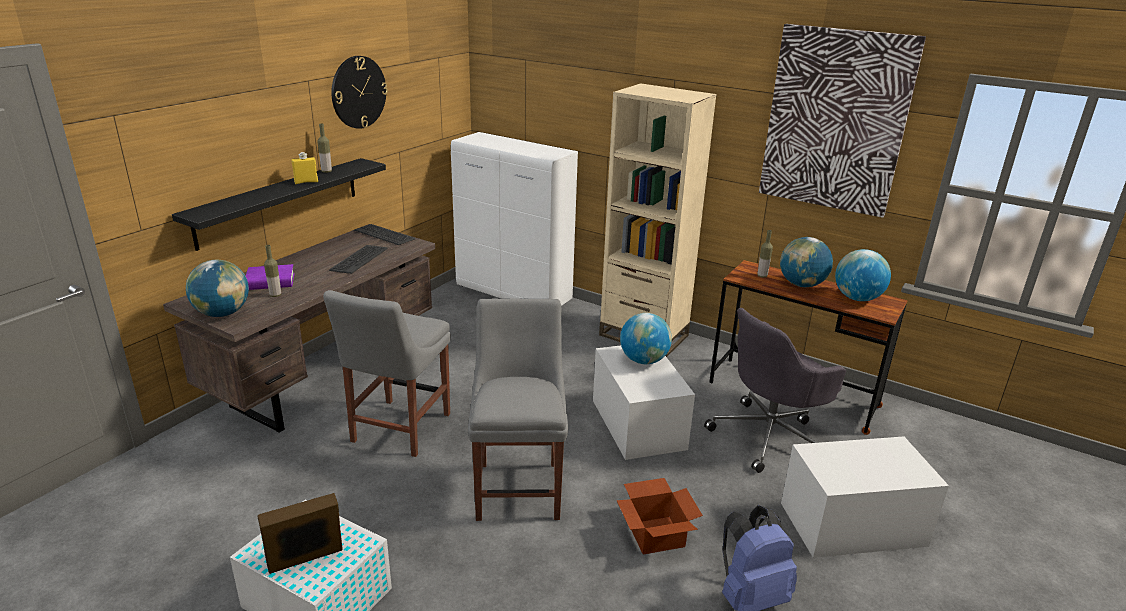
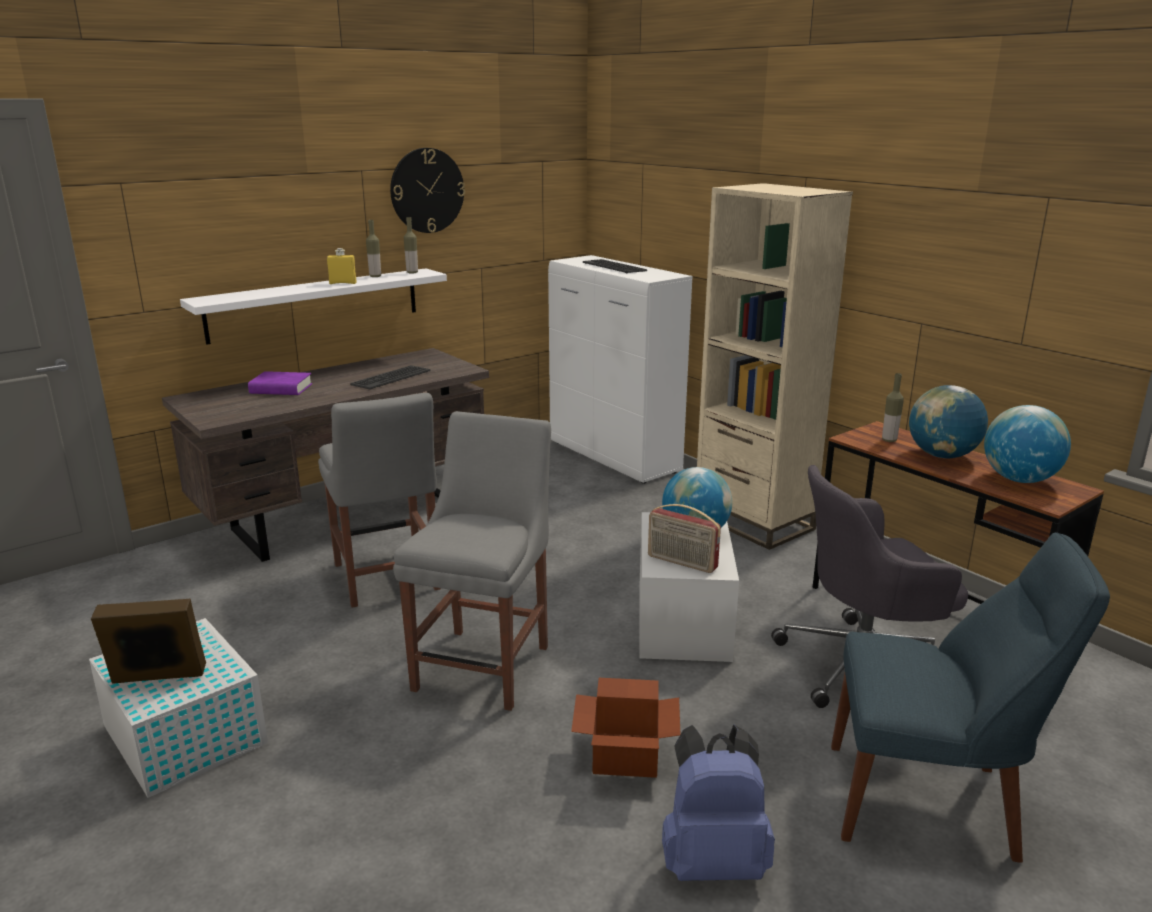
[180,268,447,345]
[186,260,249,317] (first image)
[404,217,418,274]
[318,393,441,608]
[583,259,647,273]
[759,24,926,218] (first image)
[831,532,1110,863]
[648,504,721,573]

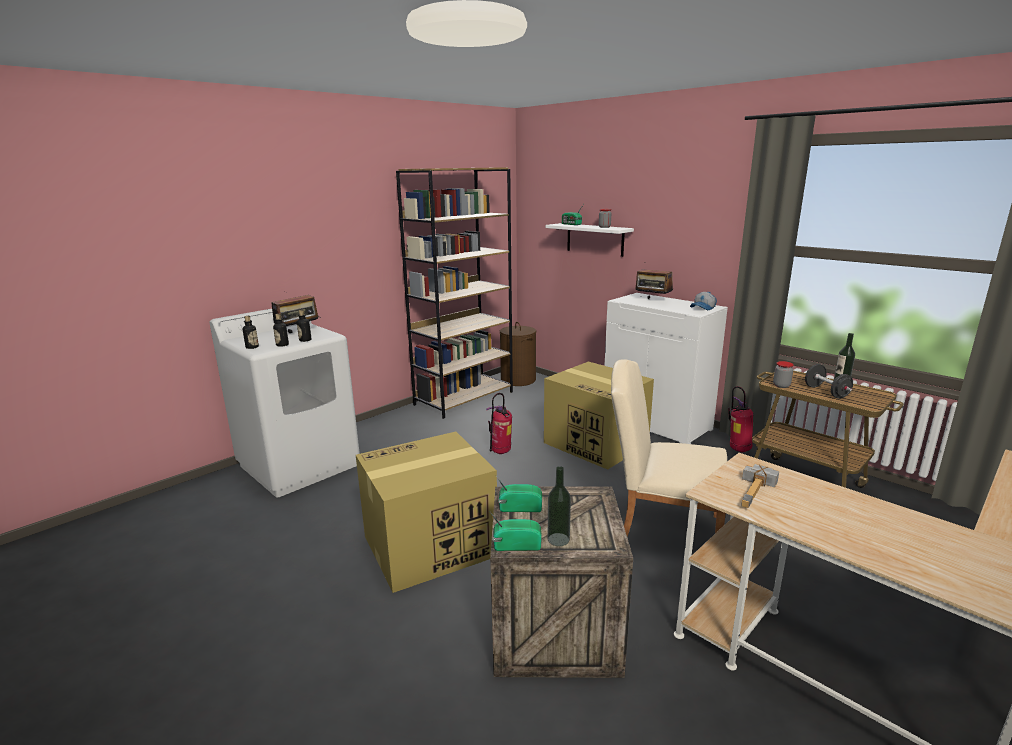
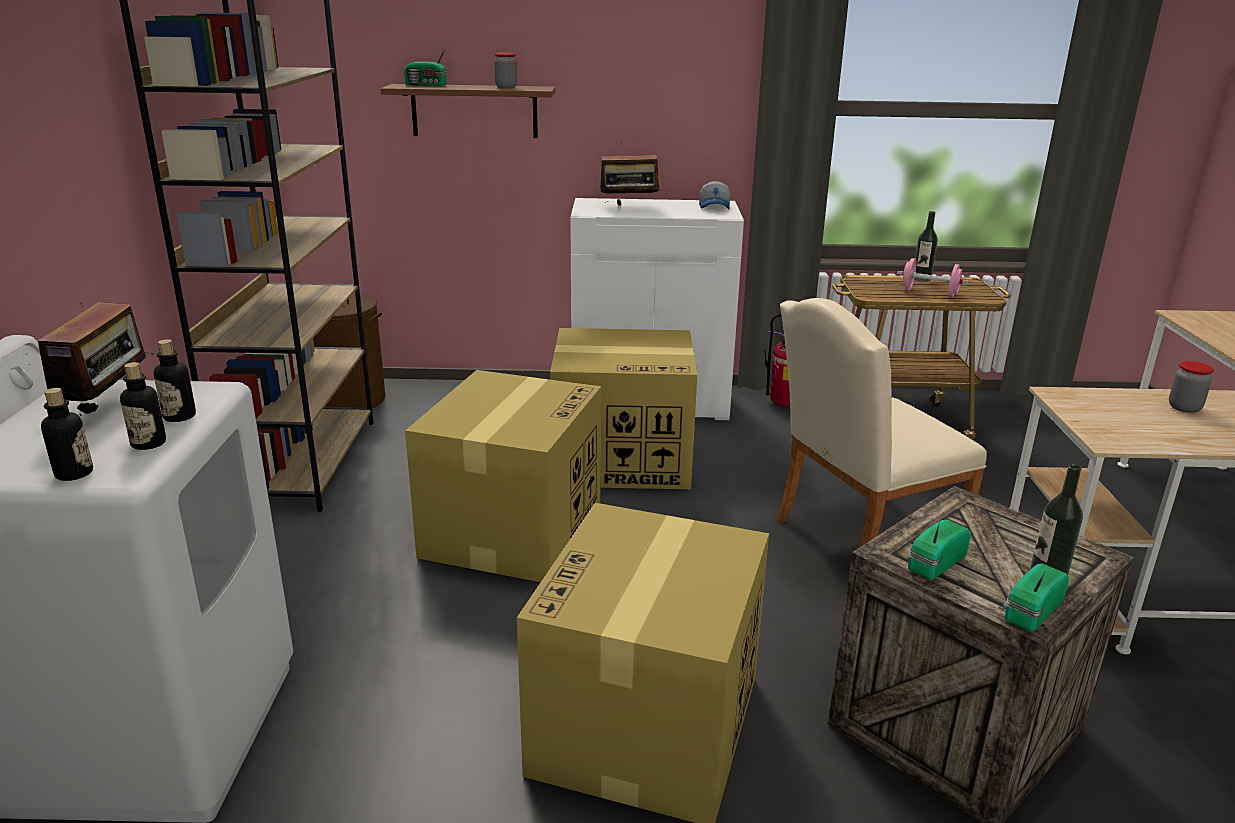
[405,370,601,582]
[381,84,556,138]
[741,464,779,508] (first image)
[1169,361,1214,413]
[897,258,969,297]

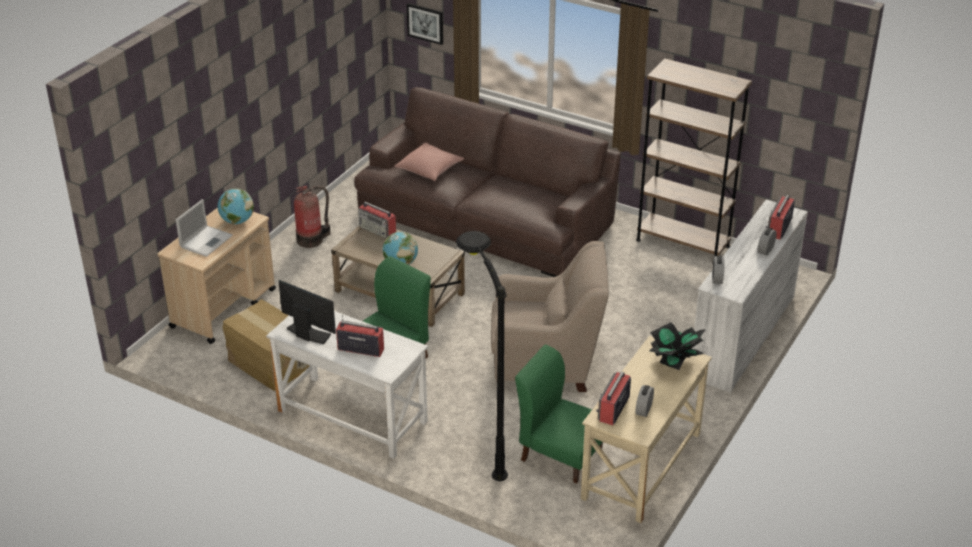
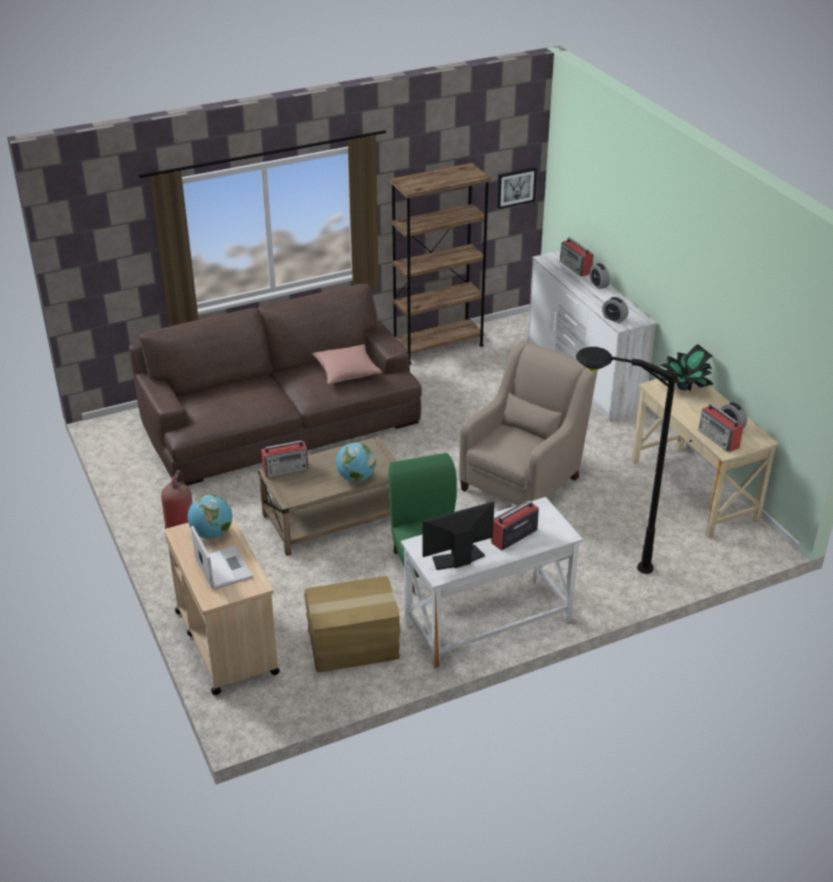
[312,344,382,385]
[497,167,537,209]
[515,345,603,484] (first image)

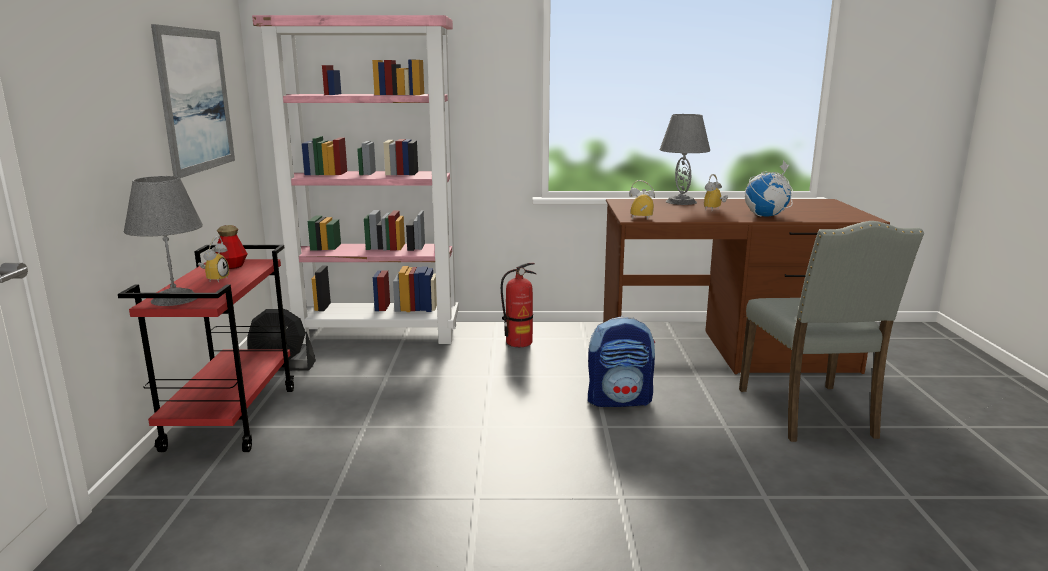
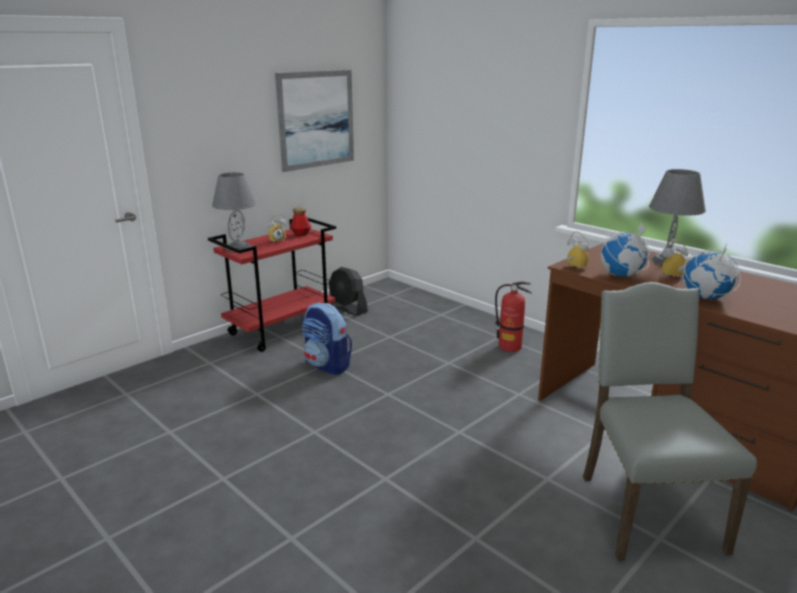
[252,15,459,344] (first image)
[302,302,352,375]
[583,282,757,561]
[600,223,650,277]

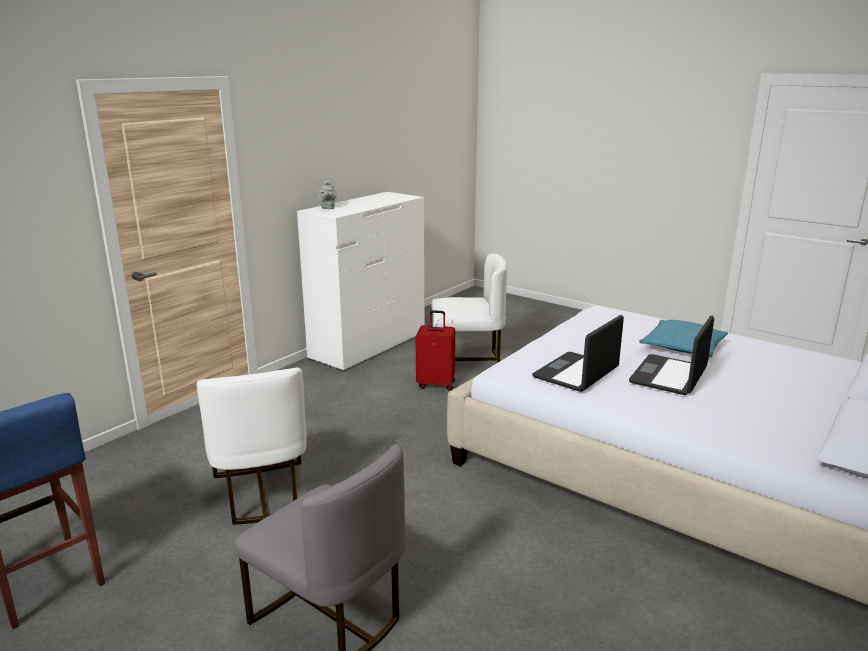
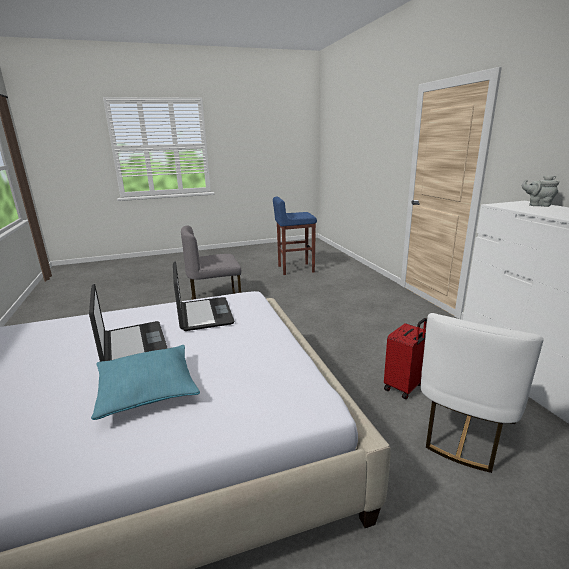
[196,367,307,525] (first image)

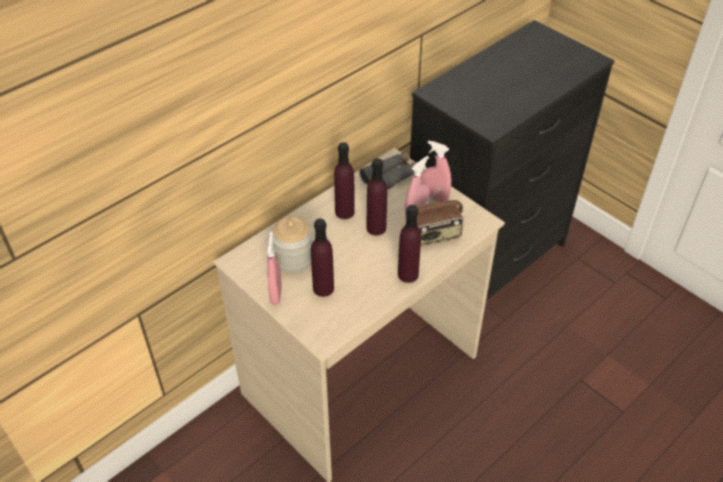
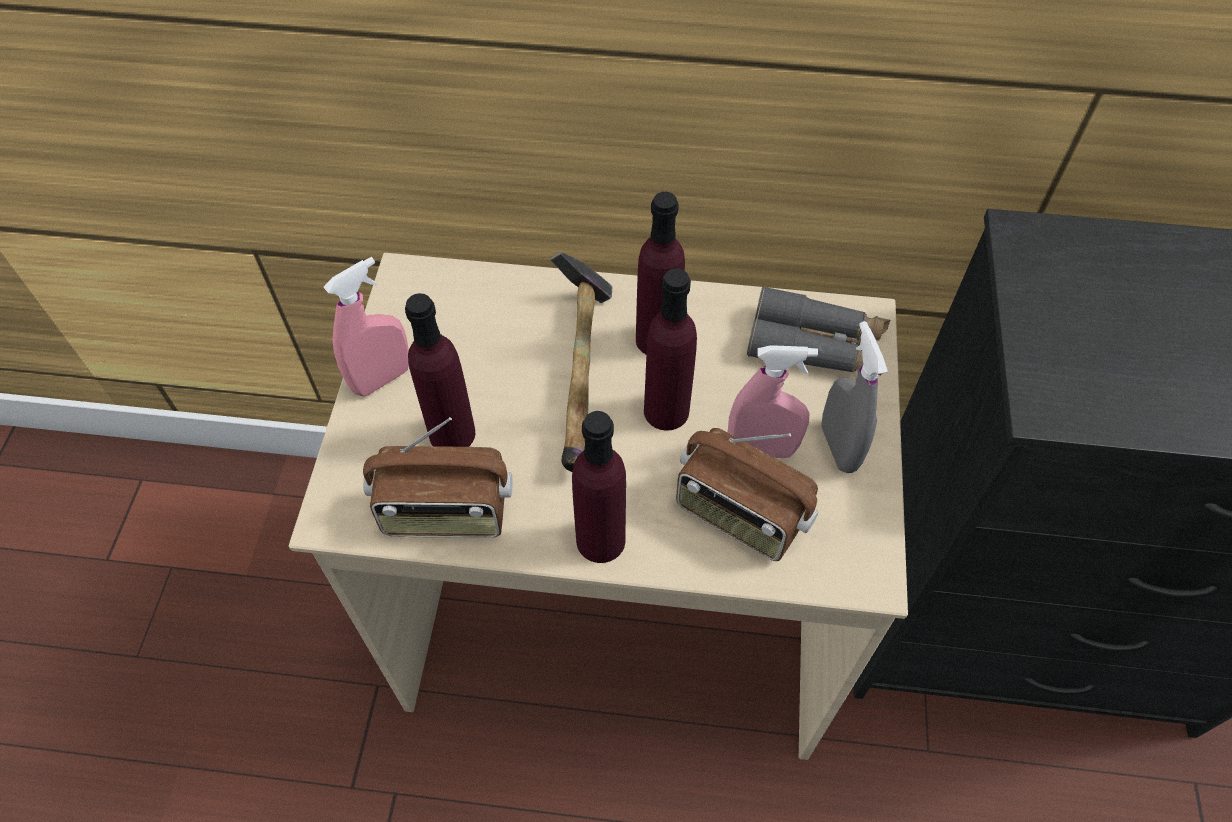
[272,216,312,273] (first image)
[822,321,888,473]
[363,417,513,538]
[550,252,613,472]

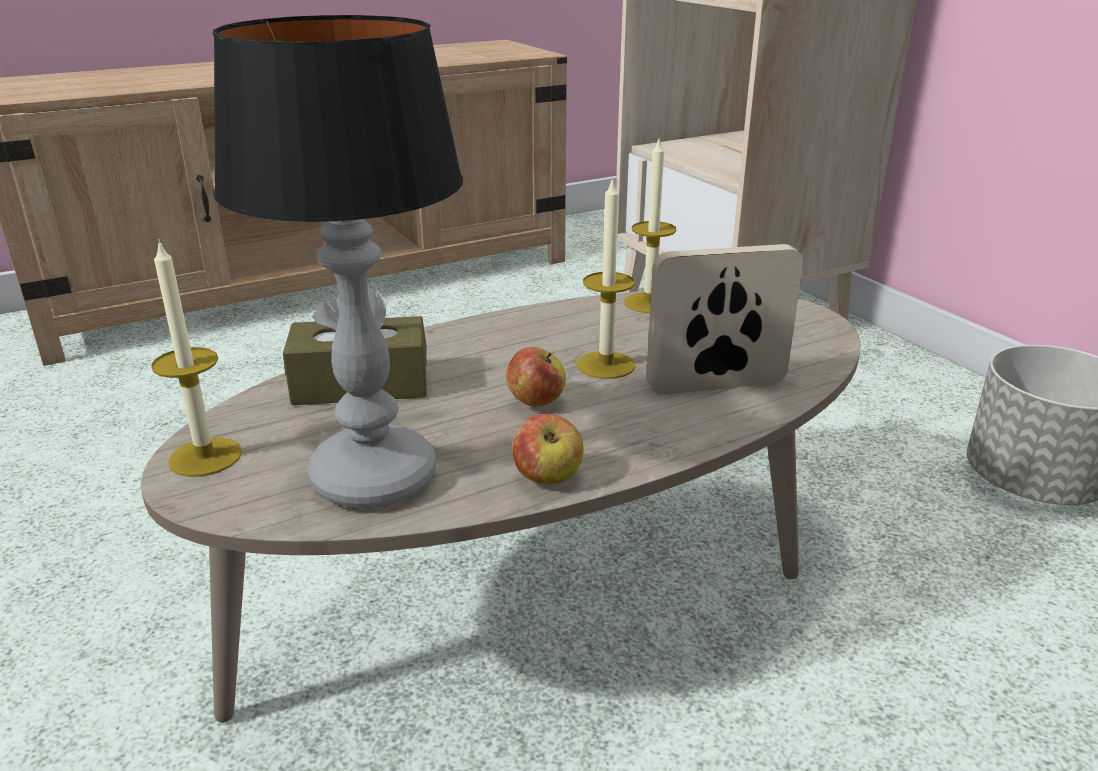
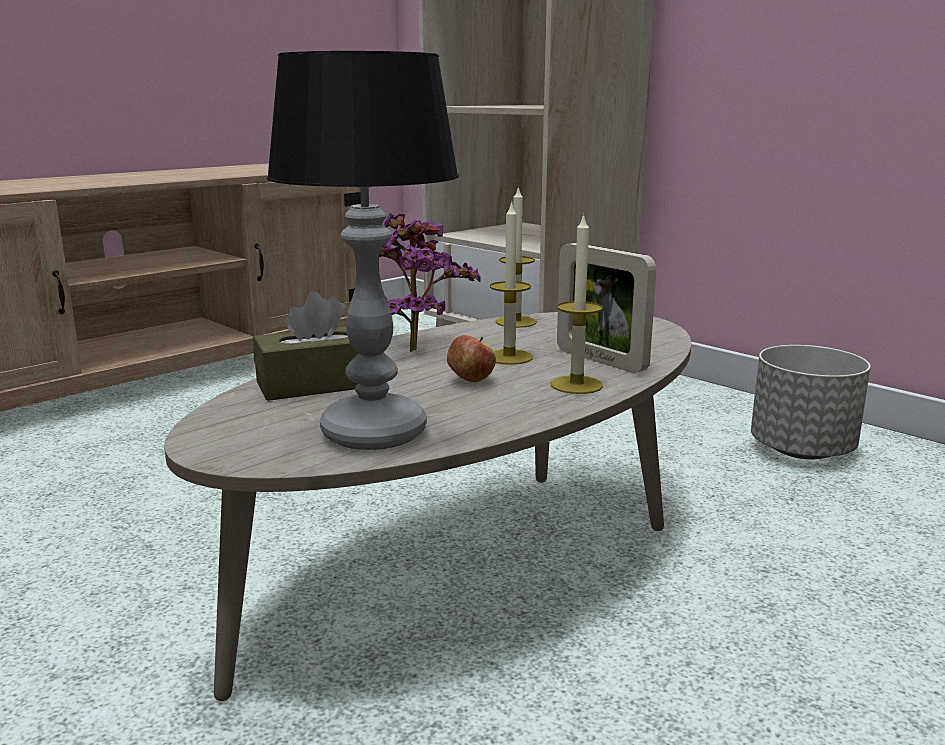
[551,213,603,394]
[512,413,583,484] (first image)
[557,243,656,373]
[379,213,480,352]

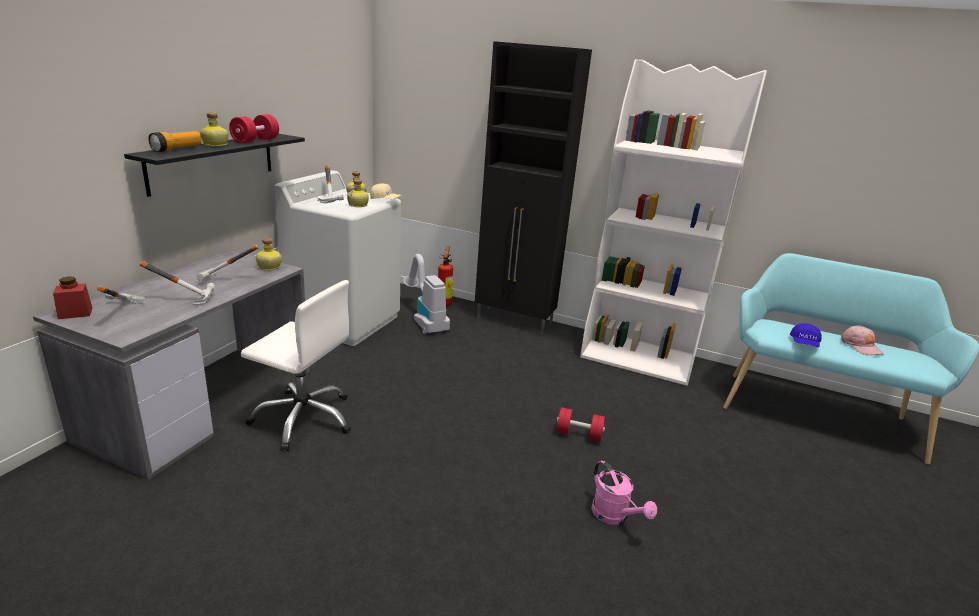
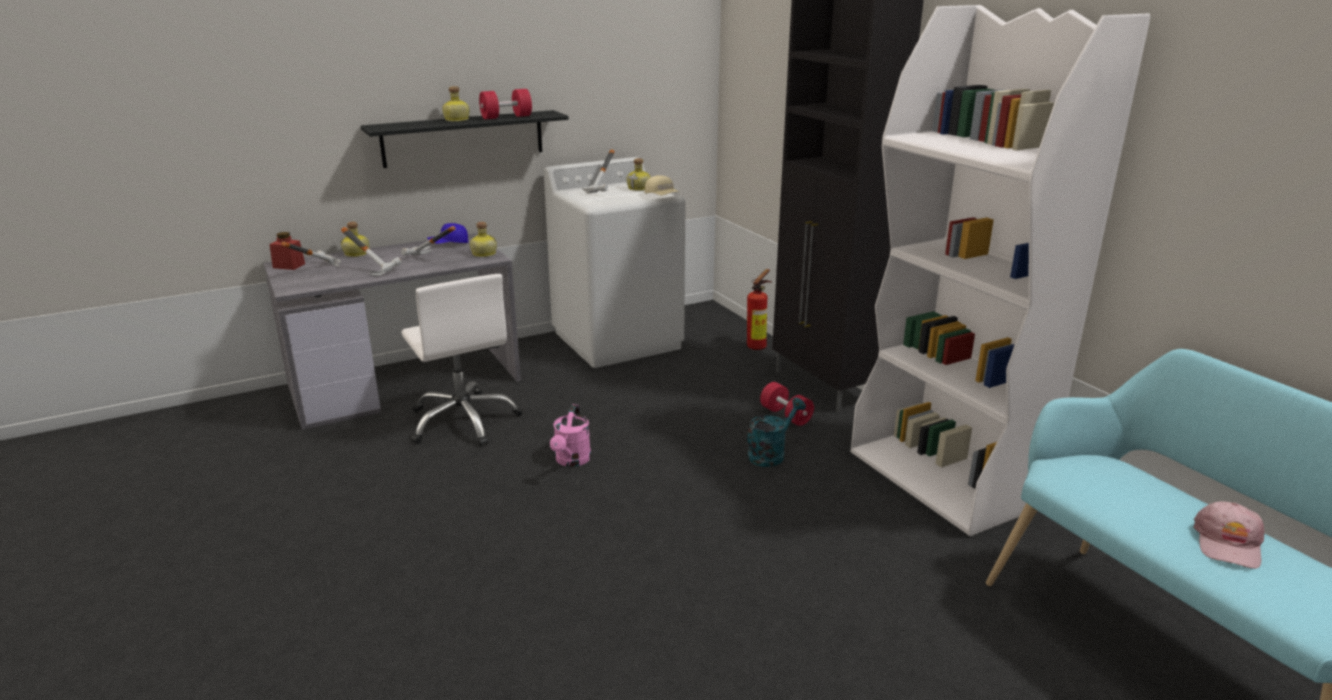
[149,131,201,152] (first image)
[341,222,369,257]
[403,254,450,334] (first image)
[760,382,814,426]
[550,404,591,467]
[427,223,468,244]
[747,397,806,467]

